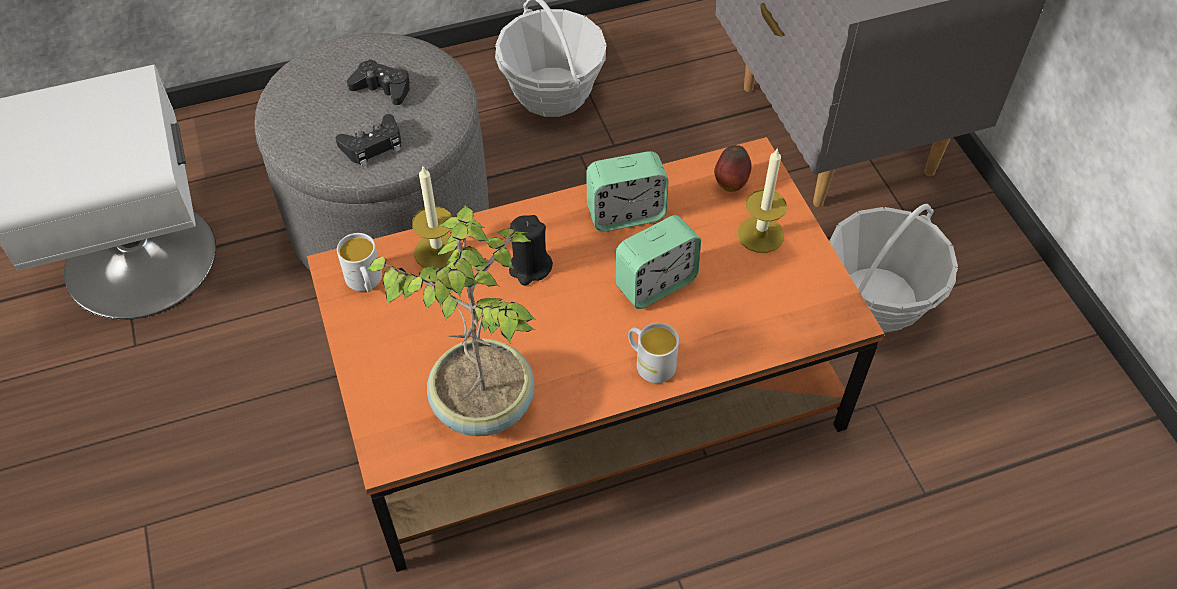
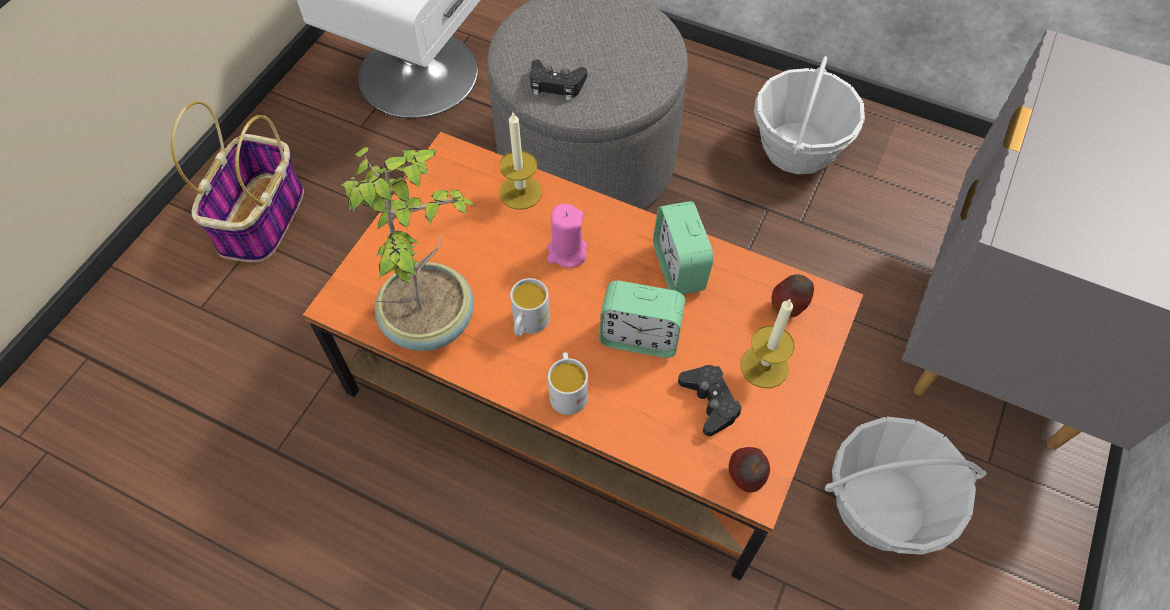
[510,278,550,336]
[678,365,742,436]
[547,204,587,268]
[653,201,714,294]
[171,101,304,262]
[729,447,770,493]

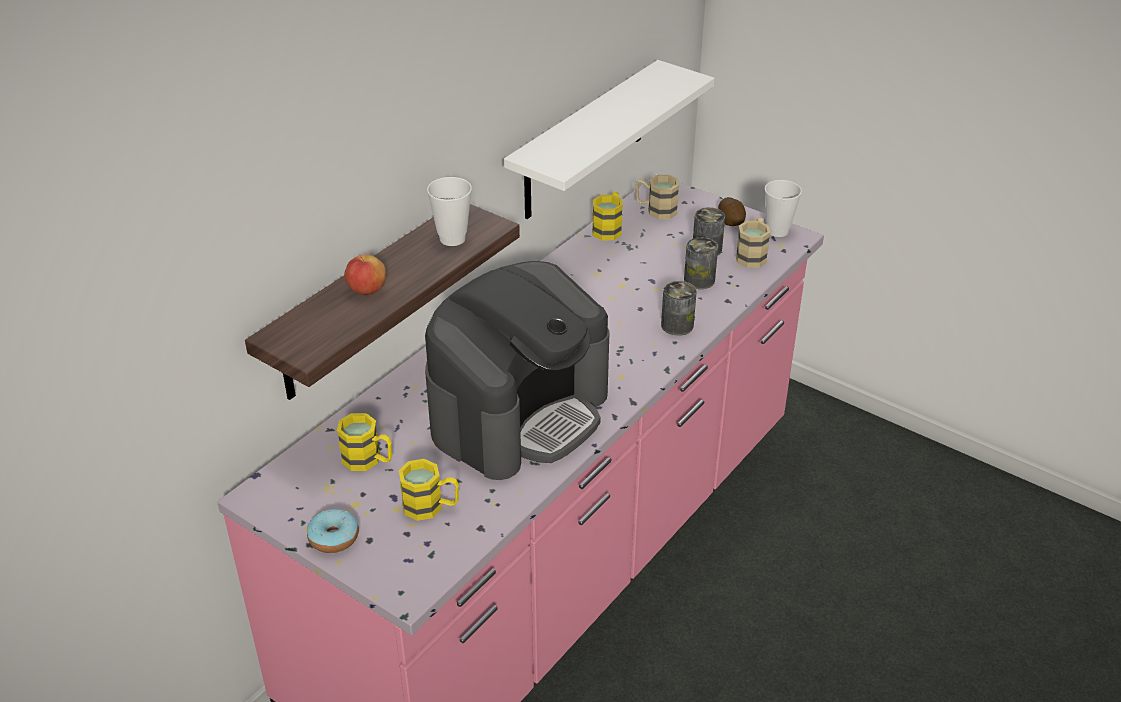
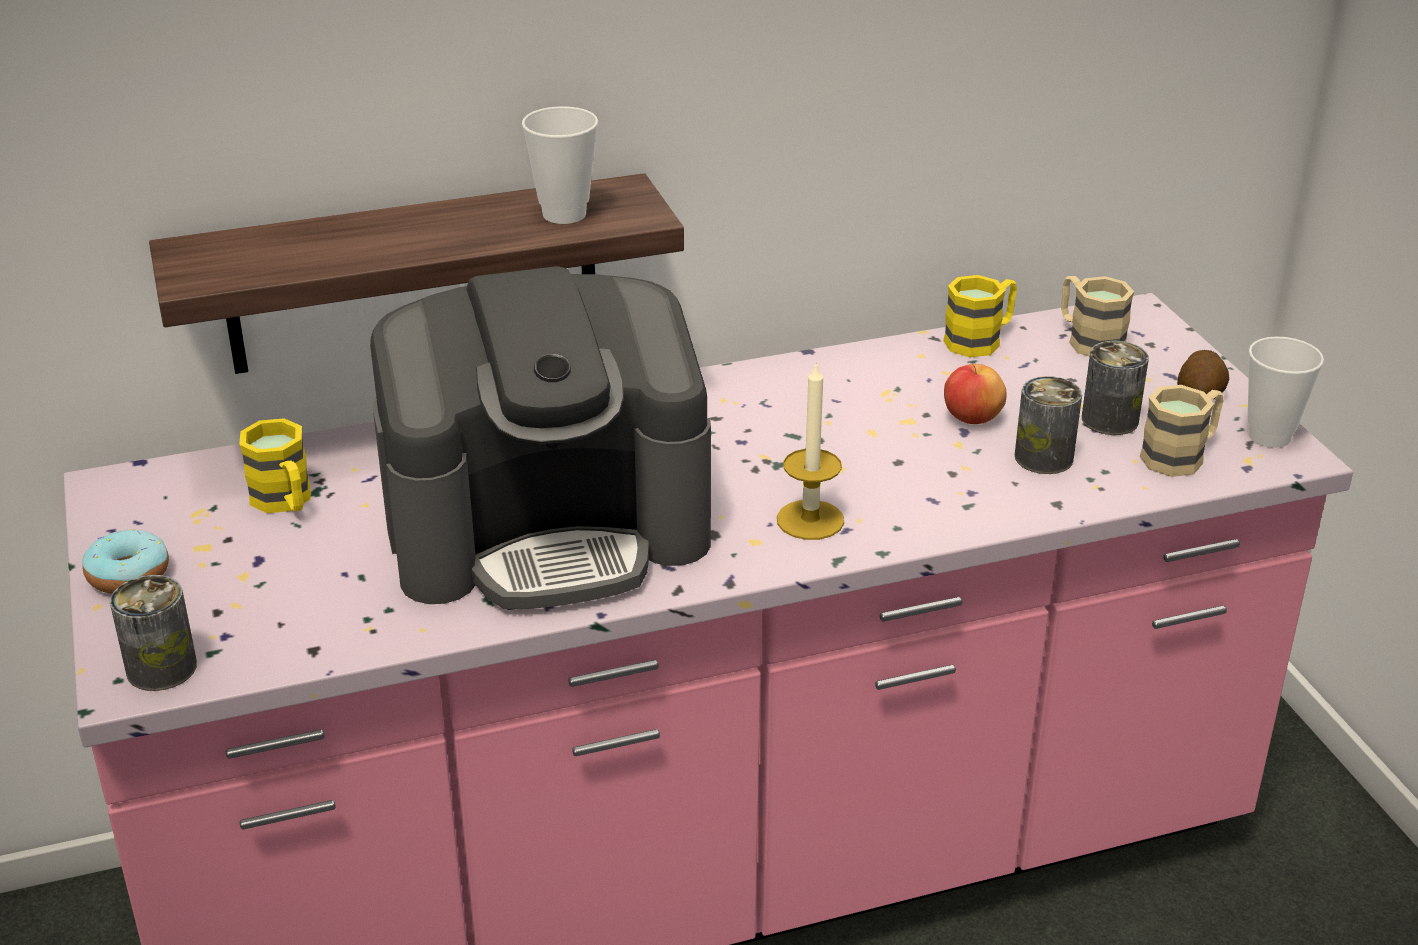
[944,364,1006,424]
[399,459,459,521] (first image)
[504,60,715,219] (first image)
[110,575,197,691]
[777,361,844,540]

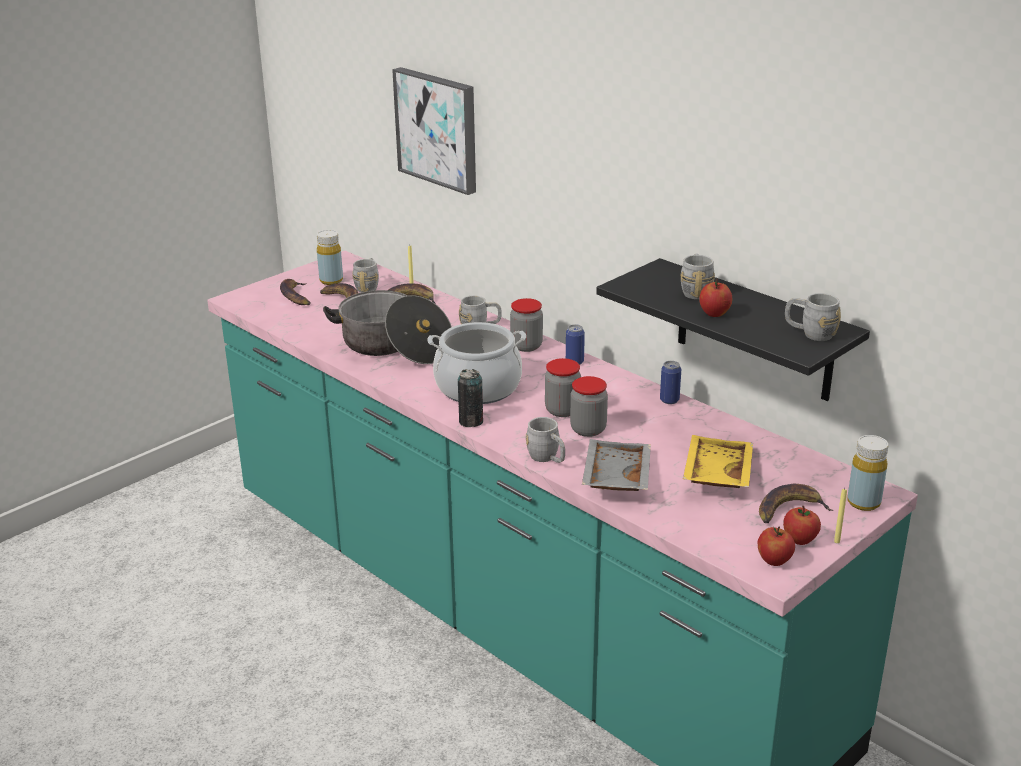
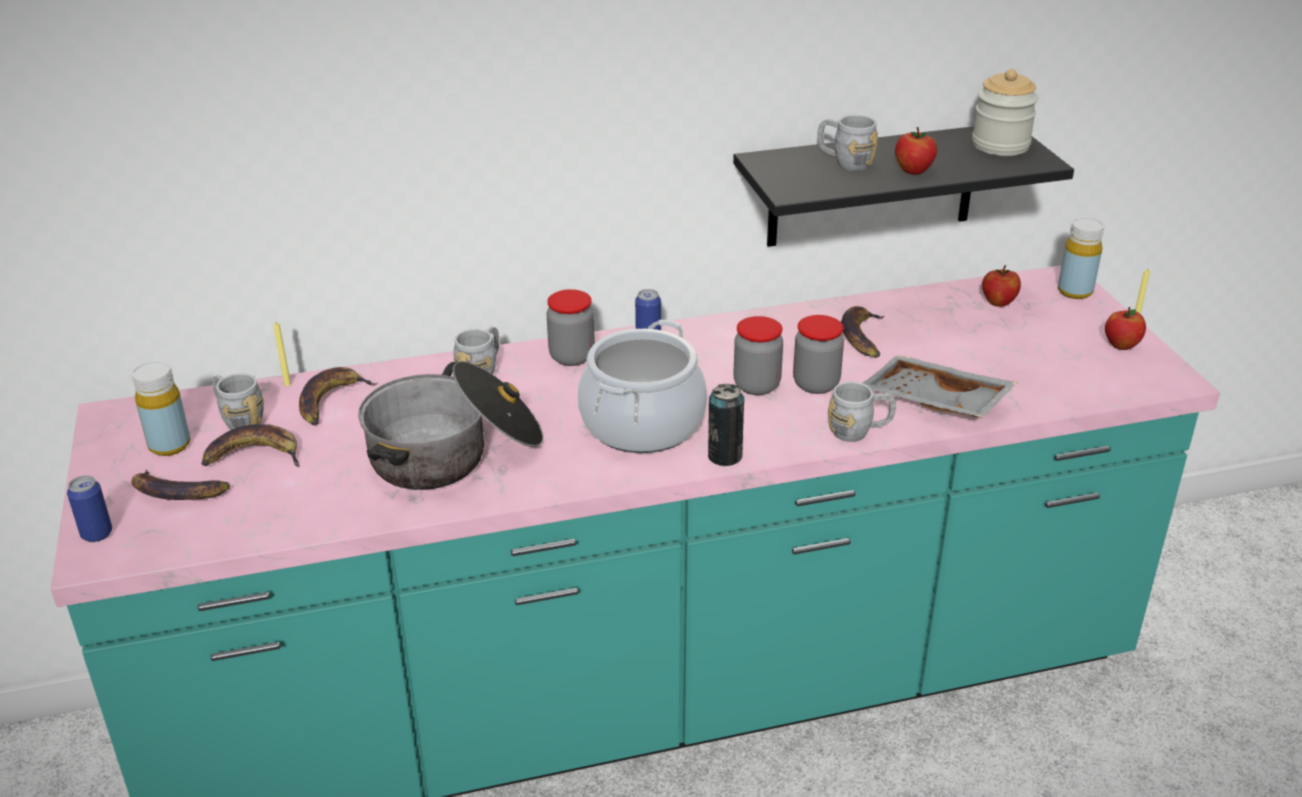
[392,67,476,195] (first image)
[67,475,112,542]
[683,435,753,488] (first image)
[982,265,1021,307]
[841,306,884,358]
[972,69,1038,156]

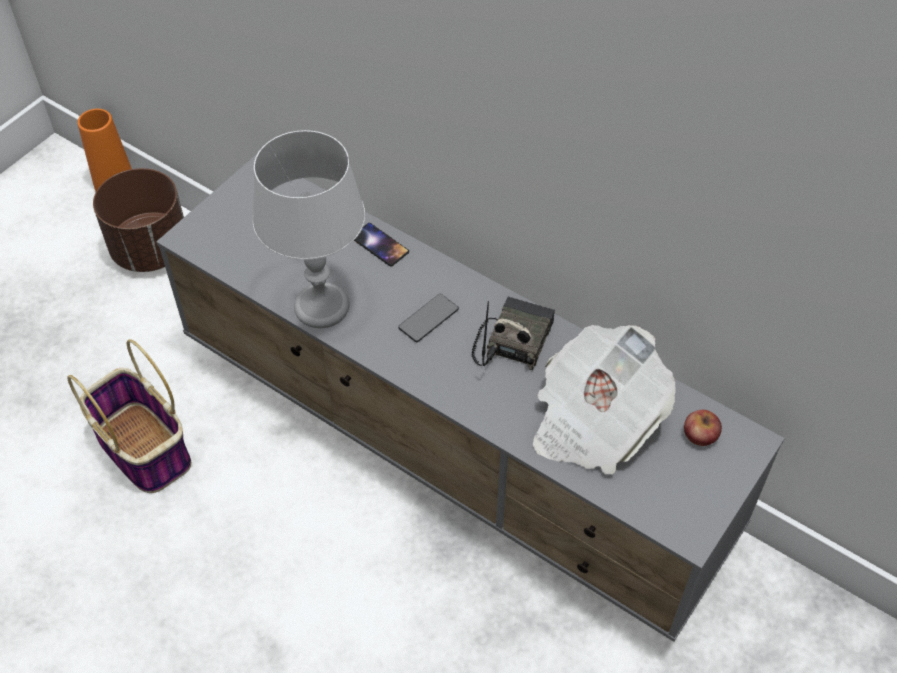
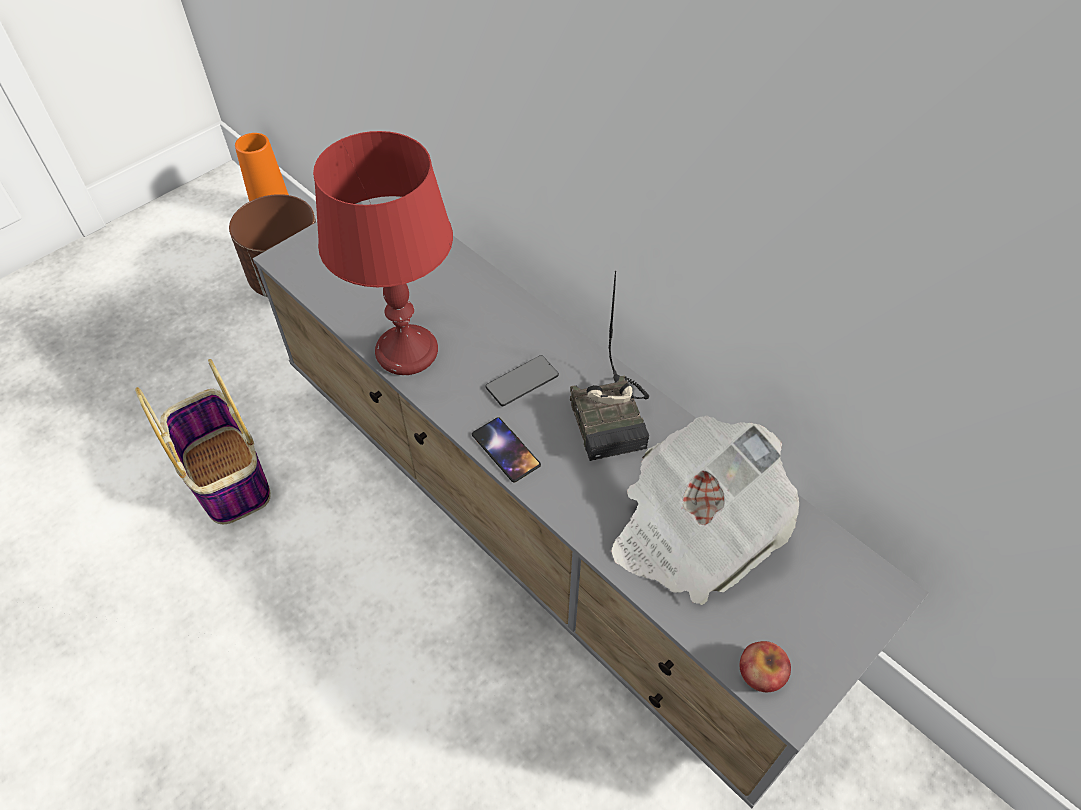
[313,131,453,375]
[472,417,541,483]
[570,271,650,461]
[740,641,791,692]

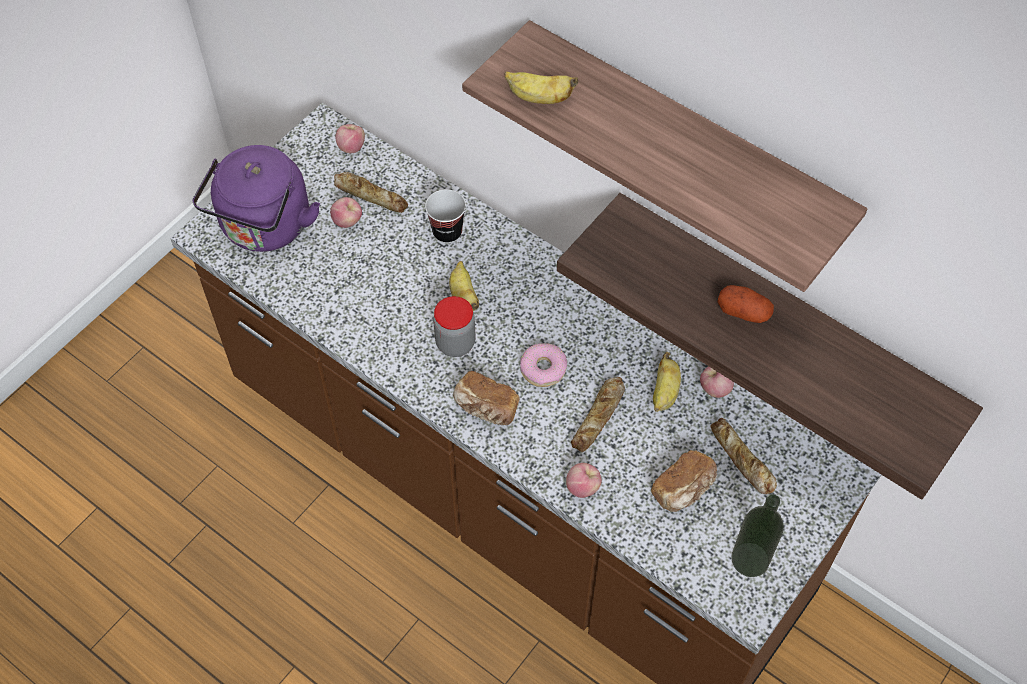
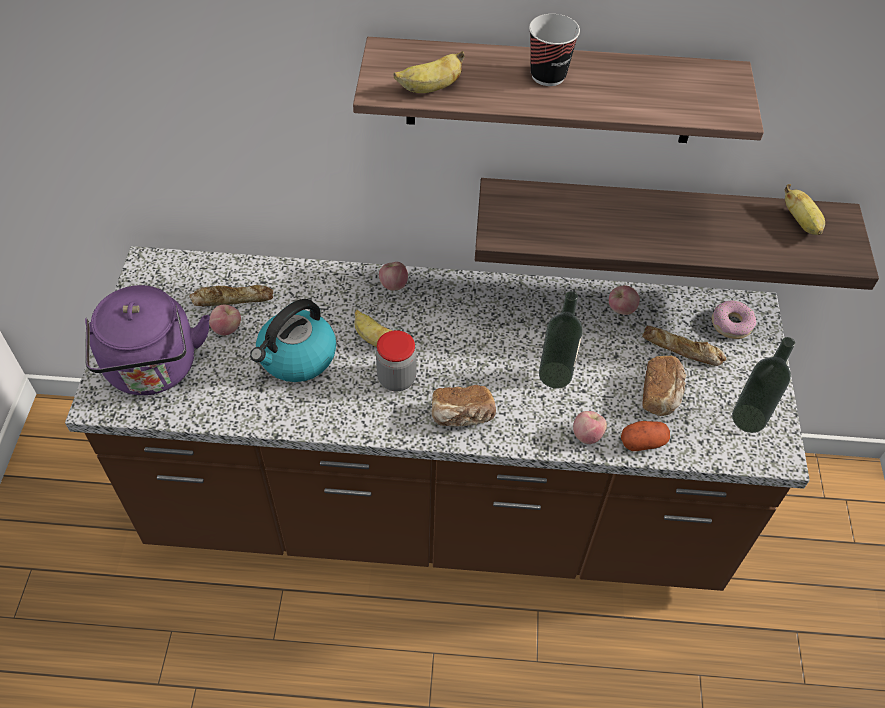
[379,262,408,291]
[529,14,580,86]
[712,301,756,339]
[539,291,583,389]
[784,184,825,235]
[621,421,670,451]
[250,299,336,382]

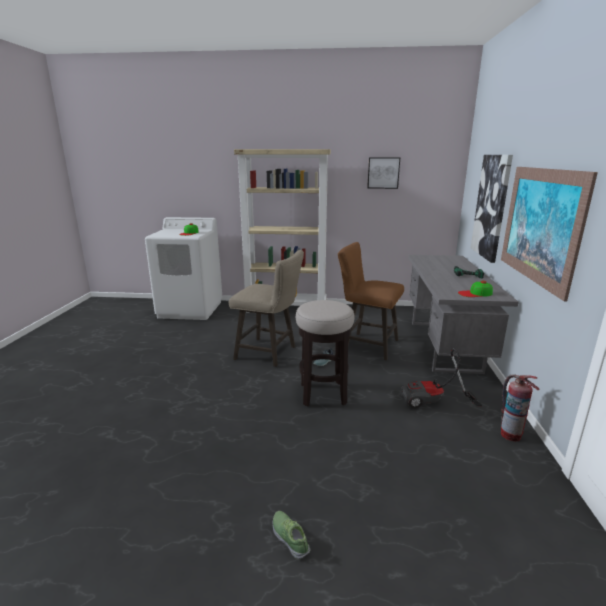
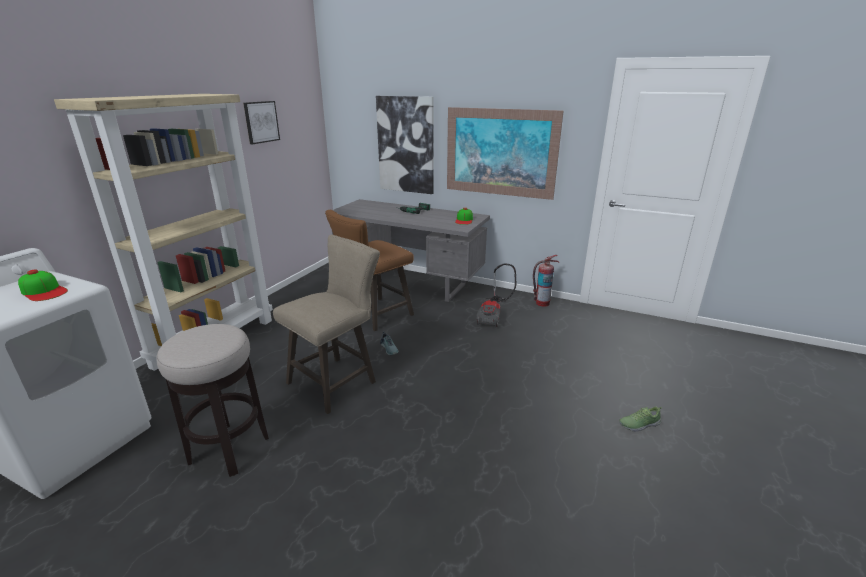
[156,324,269,477]

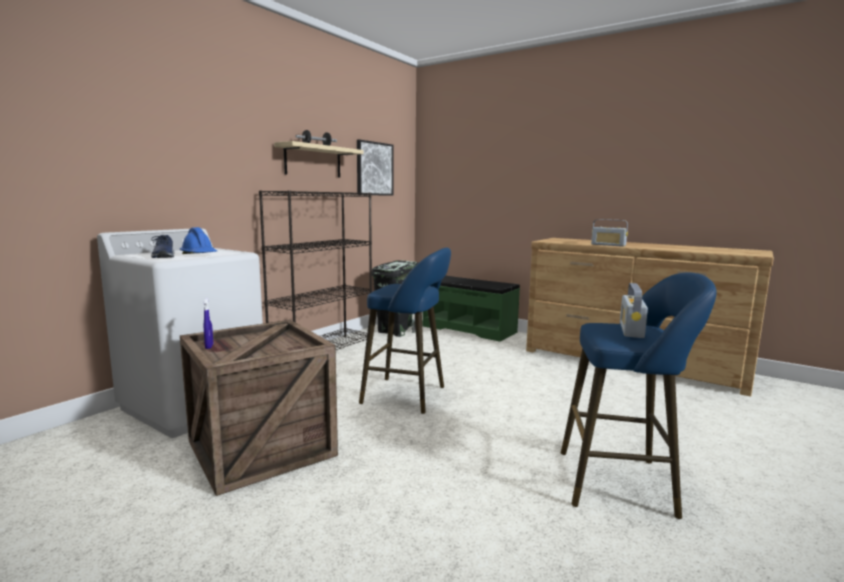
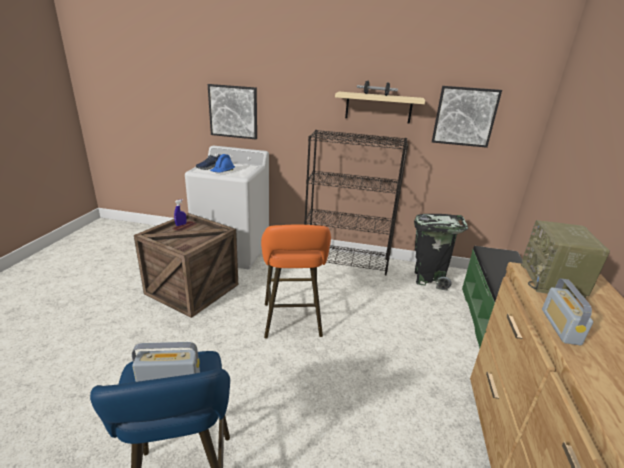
[261,225,331,339]
[208,84,257,139]
[521,220,610,299]

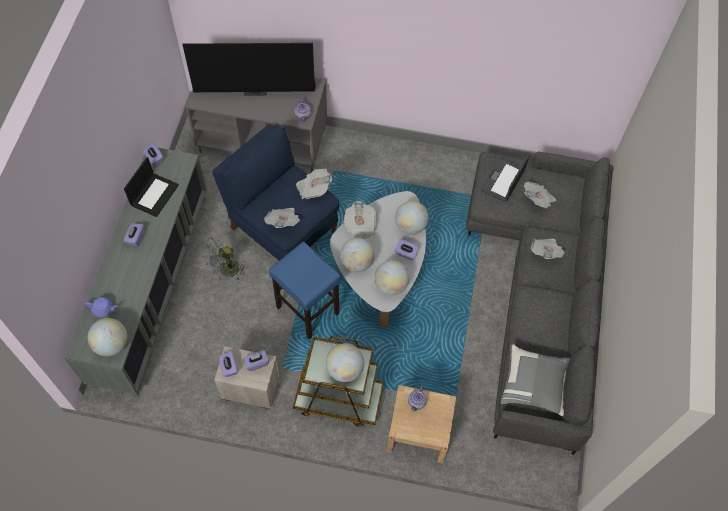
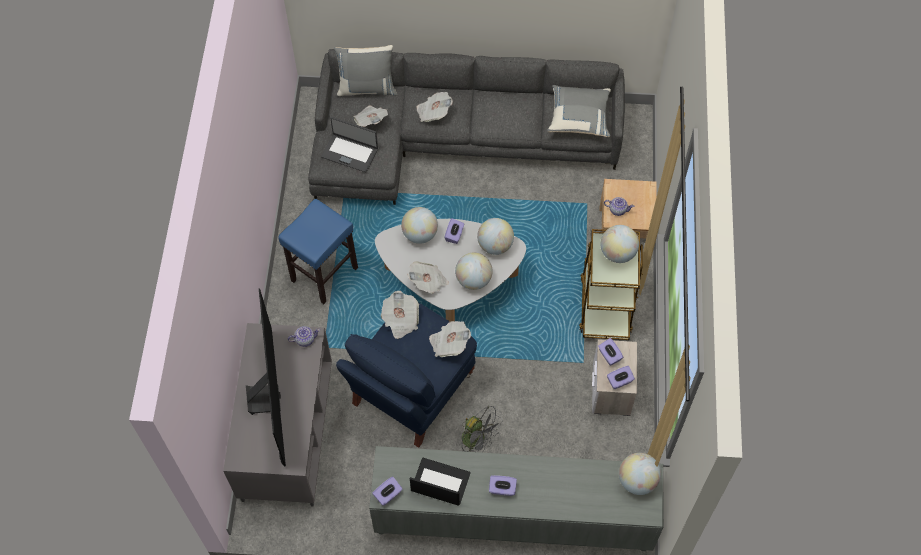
[85,297,118,318] (first image)
[278,199,358,304]
[334,45,398,97]

